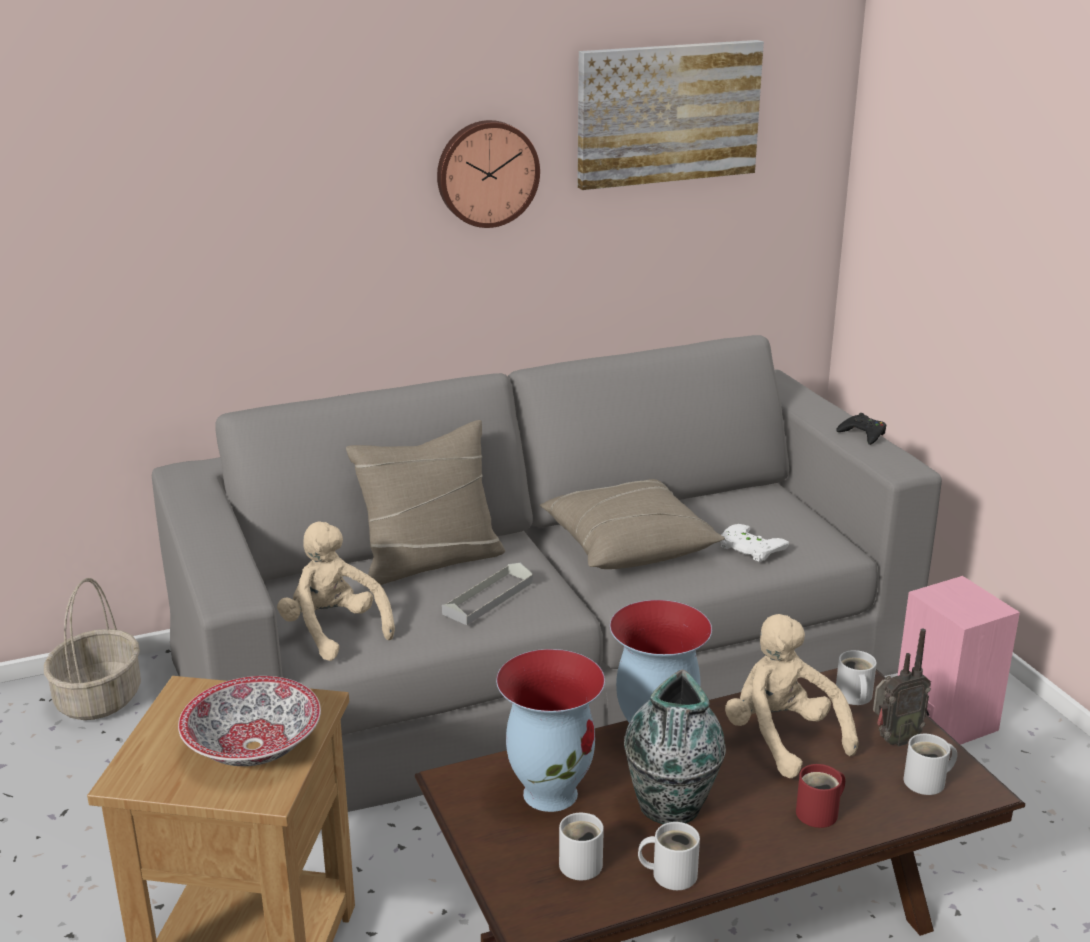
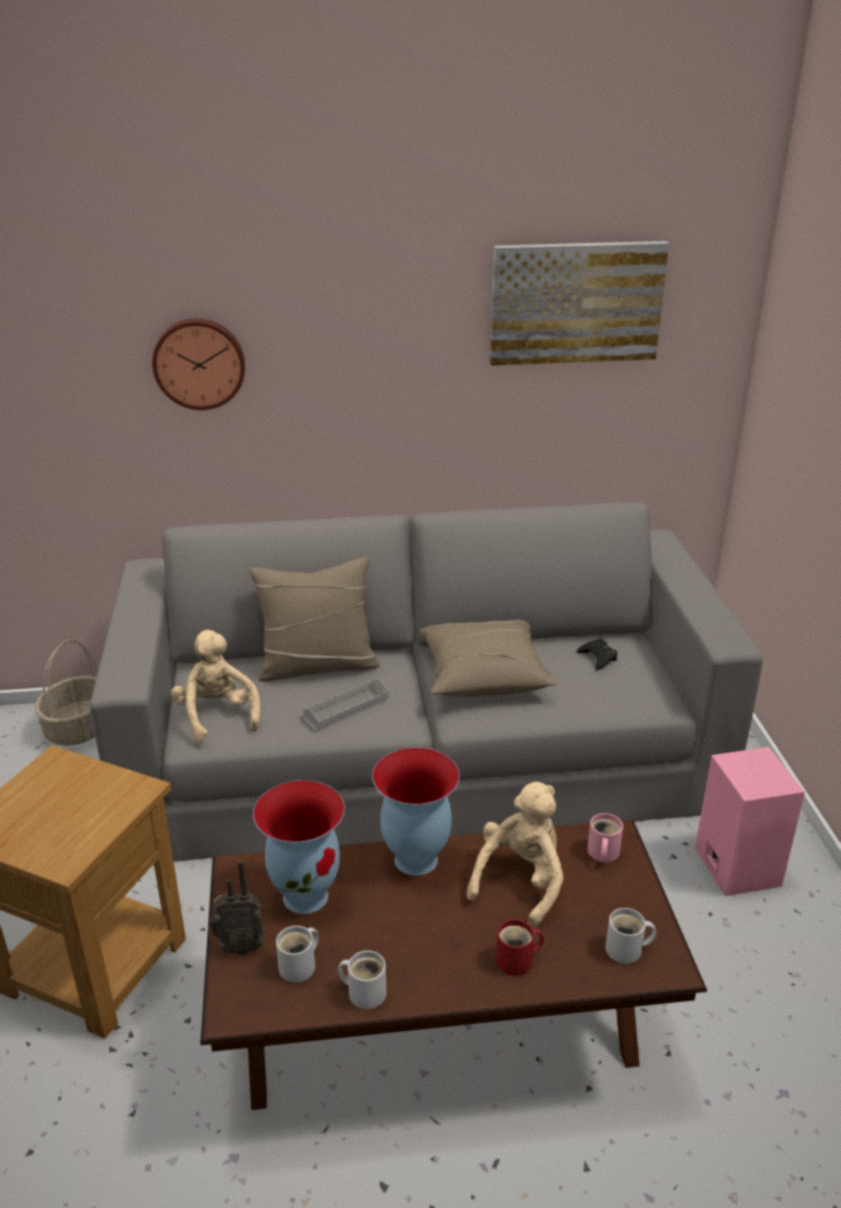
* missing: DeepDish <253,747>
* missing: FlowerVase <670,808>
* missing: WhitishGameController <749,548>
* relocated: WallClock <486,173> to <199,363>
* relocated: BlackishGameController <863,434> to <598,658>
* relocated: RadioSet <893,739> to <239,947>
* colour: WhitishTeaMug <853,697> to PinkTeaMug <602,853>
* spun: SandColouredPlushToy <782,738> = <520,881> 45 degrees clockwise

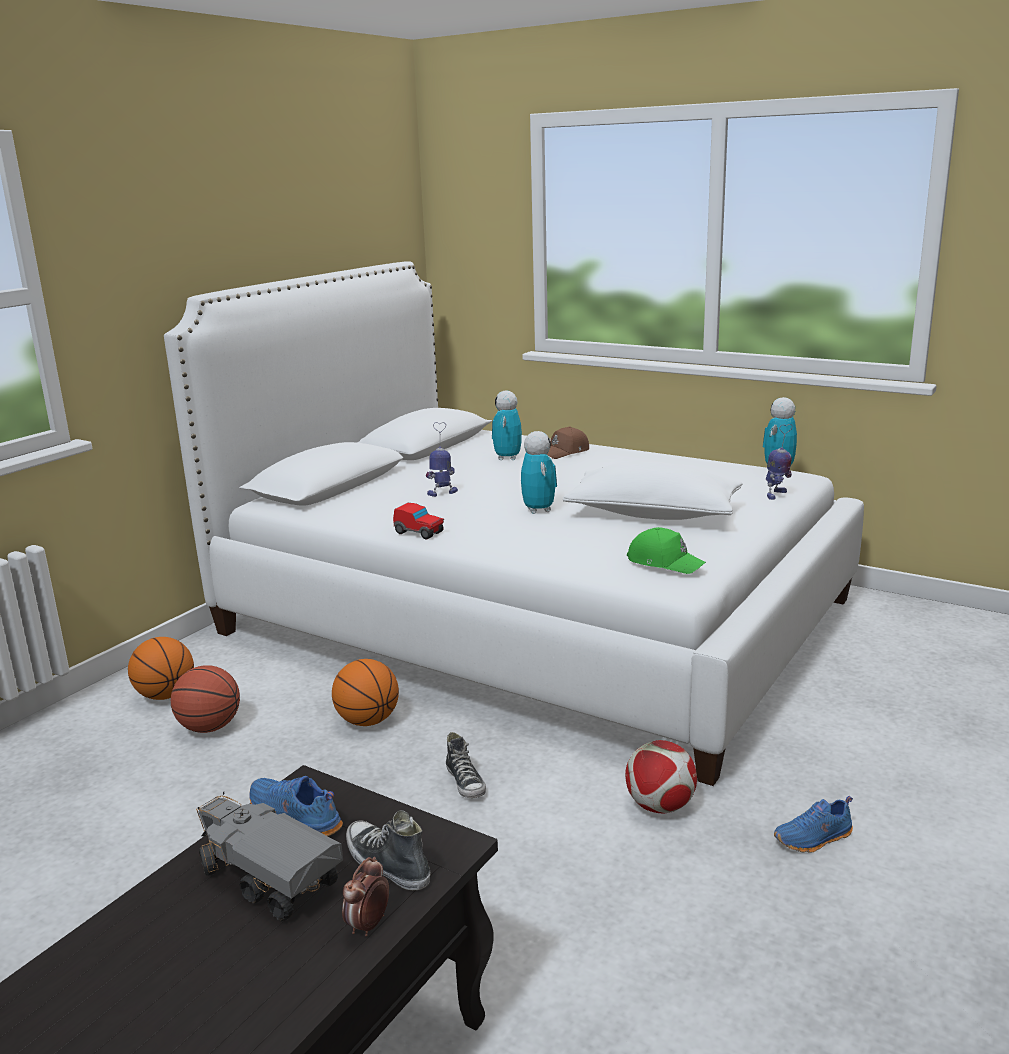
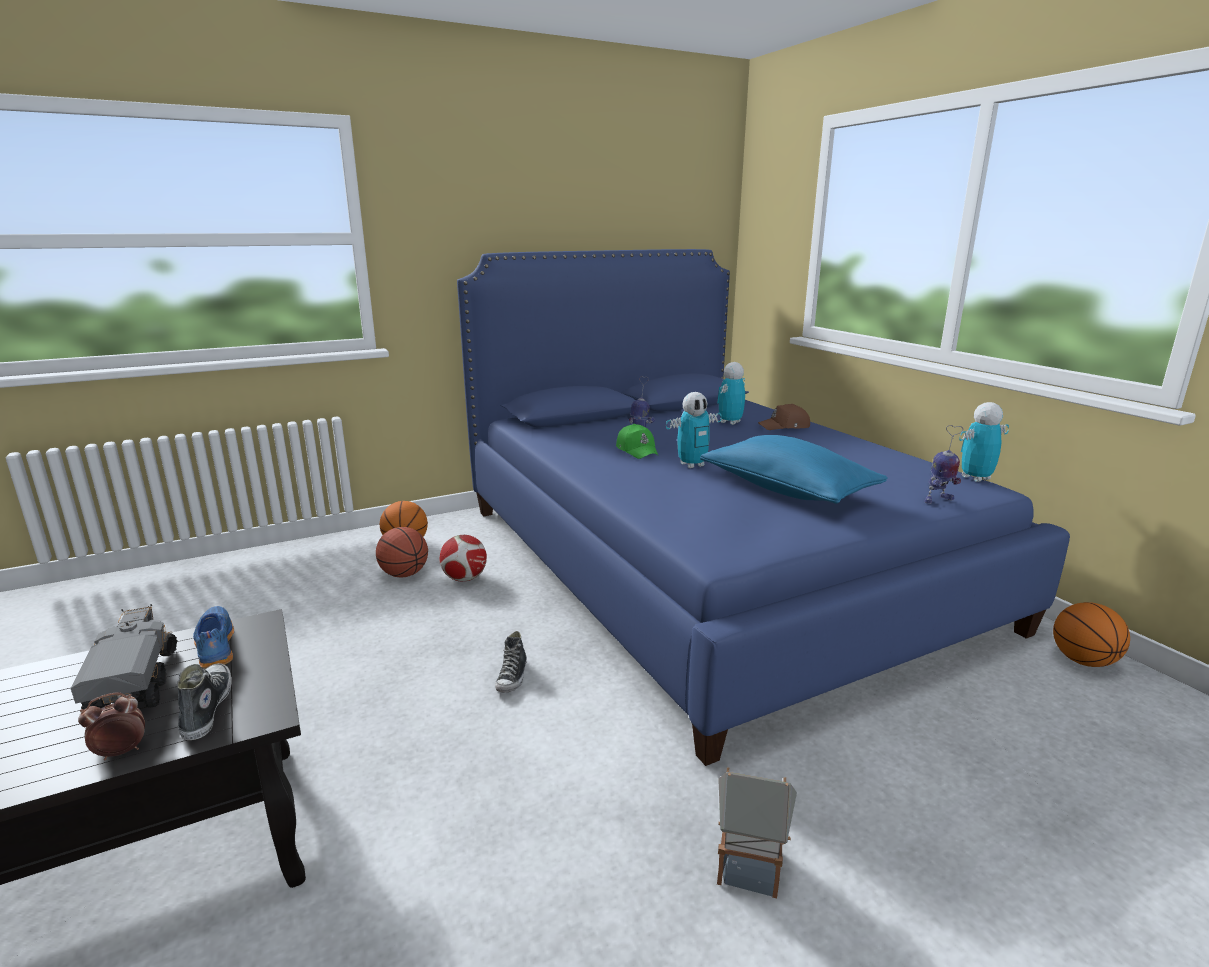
* missing: ModelCar <419,533>
* relocated: Basketball <368,721> to <1083,661>
* relocated: FootballBall <660,806> to <464,578>
* relocated: GreenColouredBaseballCap <664,562> to <637,450>
* exchanged: BluishShoe <814,839> to ToyHouse <750,866>
* colour: WhitishSleepingBed <532,616> to BluishSleepingBed <706,562>
* colour: WhitishCushion <653,515> to BluishCushion <787,490>
* spun: ModelRobot <538,510> = <692,465> 45 degrees clockwise

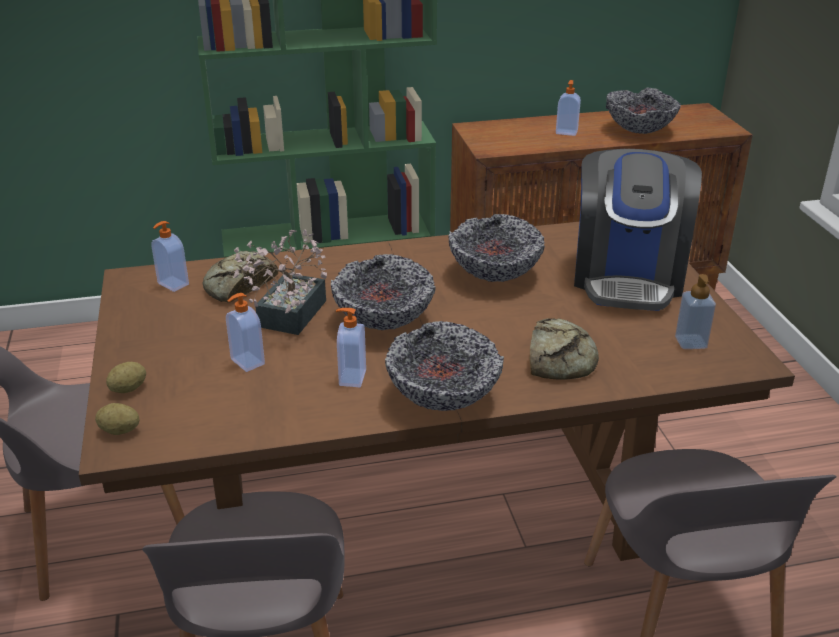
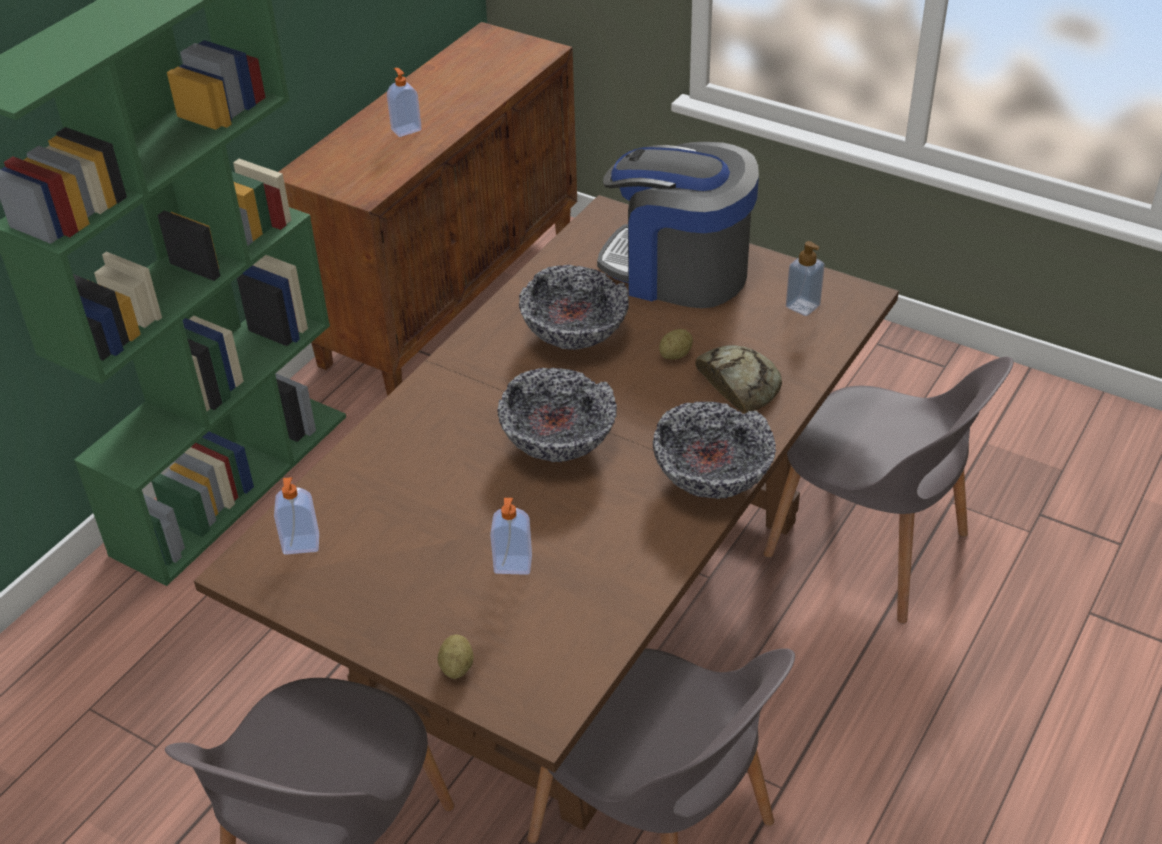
* missing: BakedBread <238,285>
* missing: Houseplant <287,318>
* missing: SoapDispenser <351,378>
* missing: DeepDish <640,130>
* relocated: Potato <120,431> to <675,355>
* spun: CoffeeMachine <628,277> = <678,271> 150 degrees clockwise

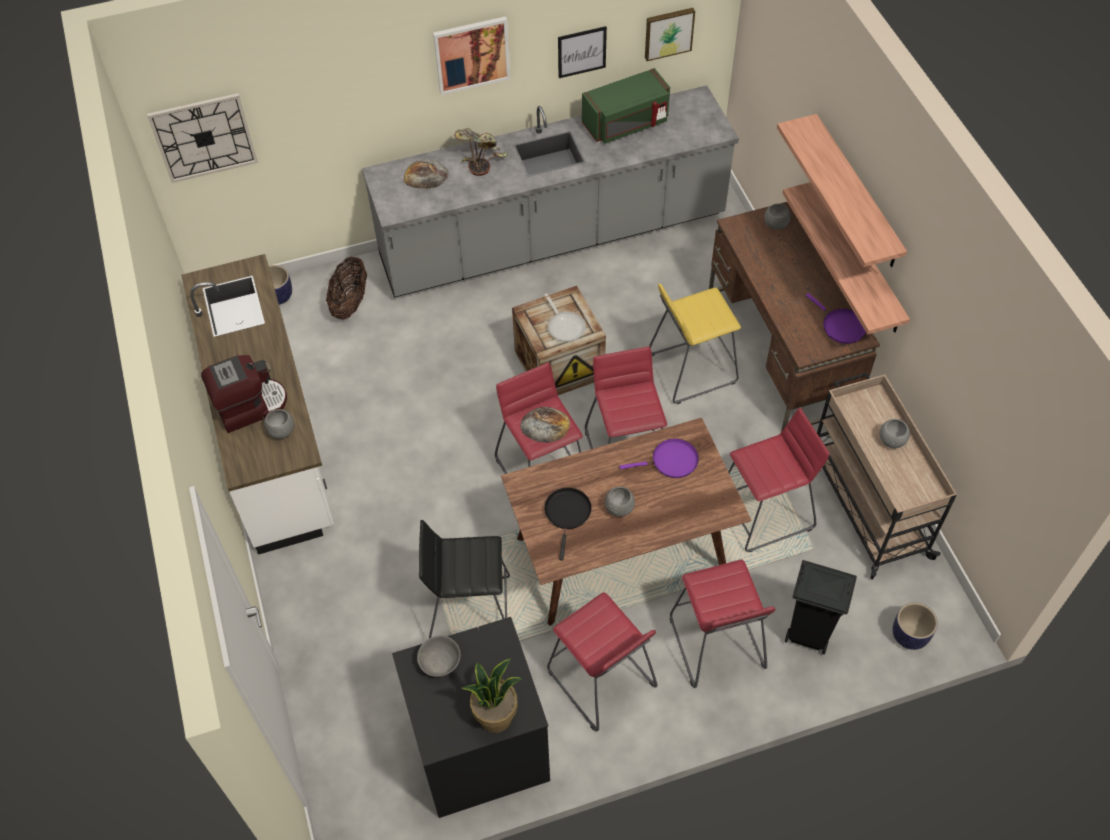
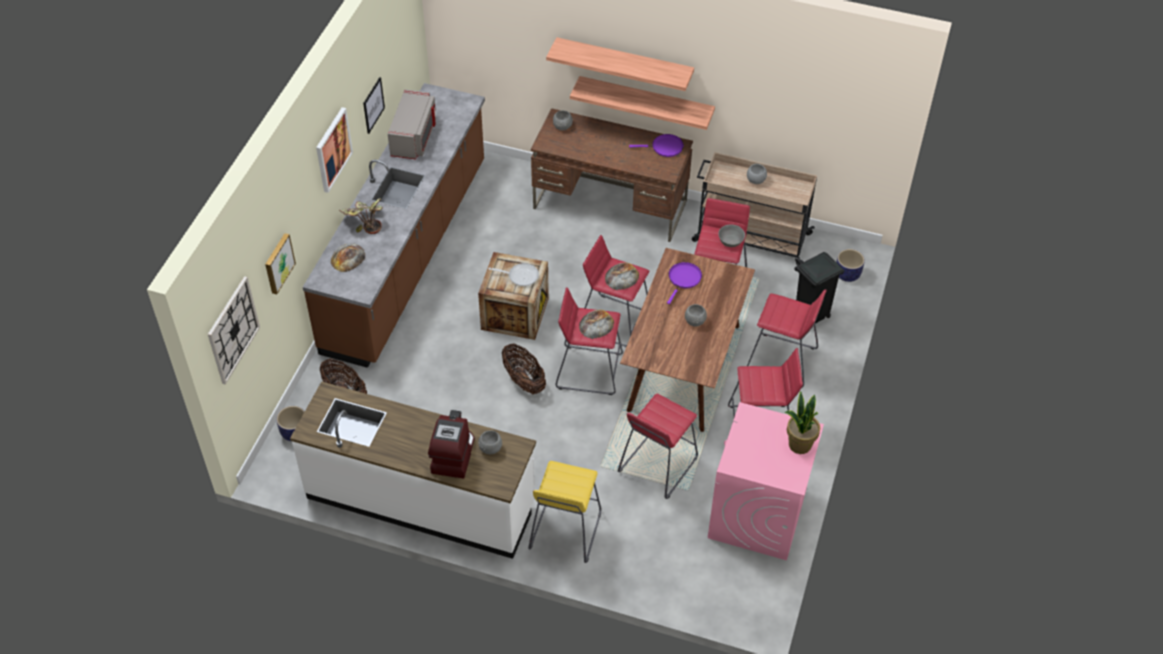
* missing: BlackishFryingPan <567,514>
* appeared: StorageBasket <524,380>
* appeared: BakedBread <622,276>
* relocated: GreyishDeepDish <440,662> to <730,241>
* relocated: WallPicture <668,32> to <278,263>
* relocated: YellowStoolSeat <691,369> to <565,531>
* colour: GreyishKitchenBaseUnit <553,238> to BrownishKitchenBaseUnit <407,255>
* colour: BlackishWashingMachine <478,749> to PinkWashingMachine <757,515>
* colour: BlackishStoolSeat <469,610> to RedStoolSeat <657,465>
* colour: GreenColouredKitchenMicrowave <626,124> to GreyishKitchenMicrowave <414,137>

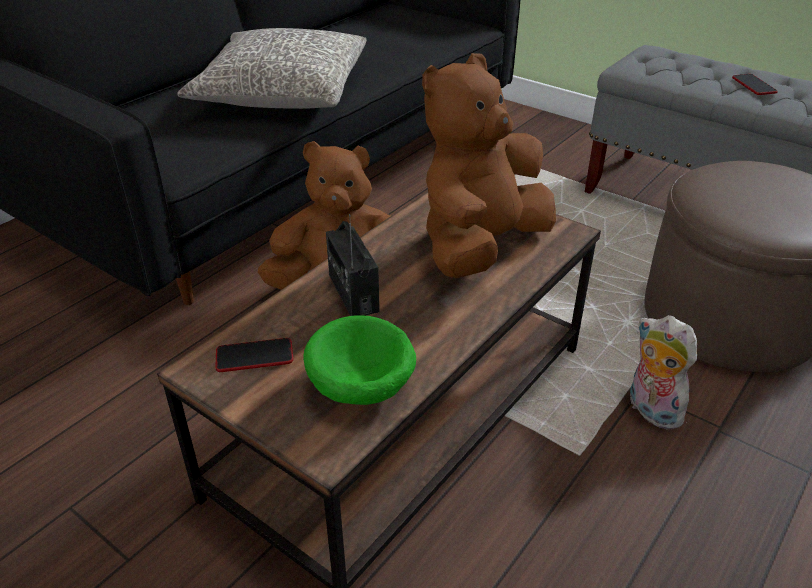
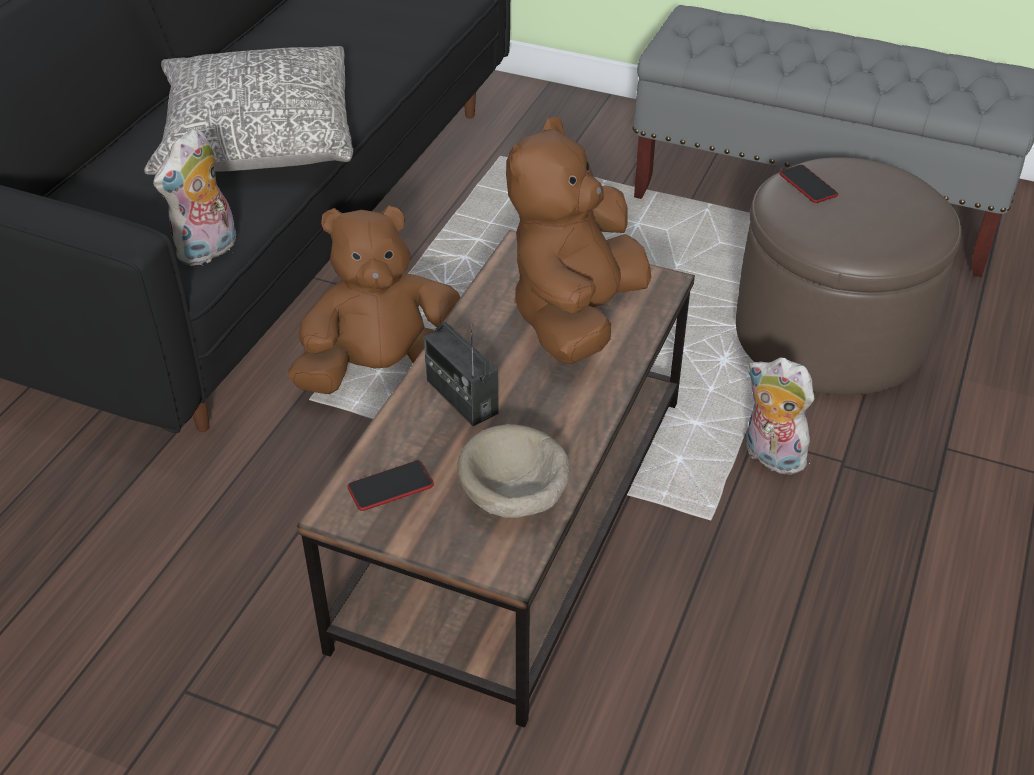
* appeared: PlushToy <208,251>
* relocated: Telephone <753,85> to <808,185>
* colour: GreenColouredDeepDish <360,389> to SandColouredDeepDish <513,499>

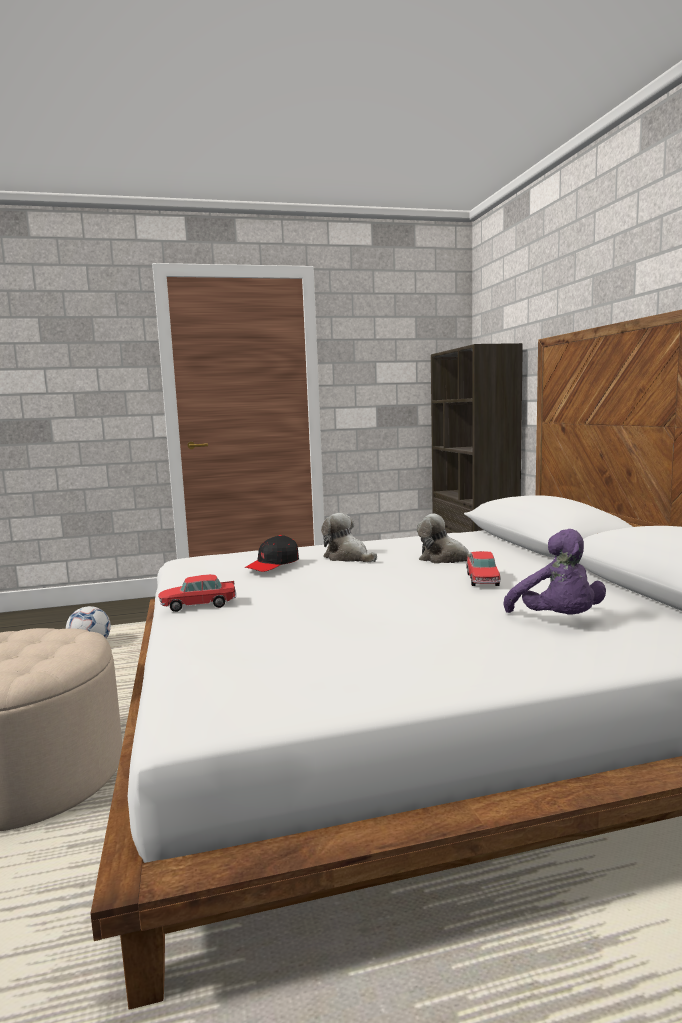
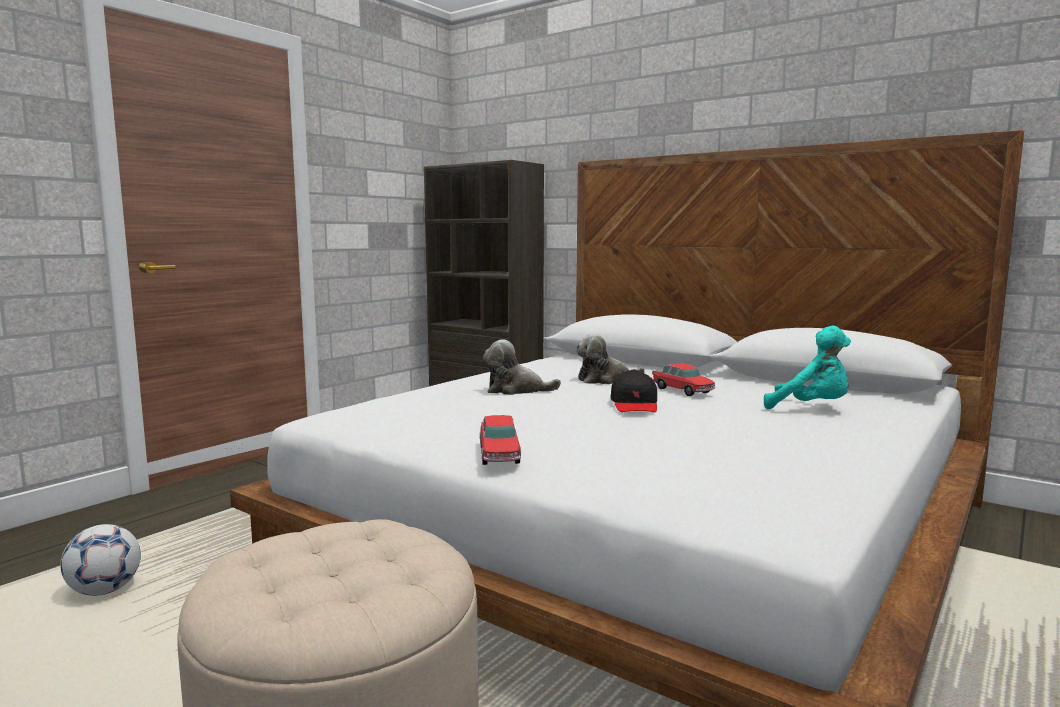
* relocated: BlackishBaseballCap <273,564> to <635,404>
* colour: PurpleColouredPlushToy <557,620> to BlueGreenPlushToy <811,408>
* spun: ModelCar <198,605> = <499,455> 45 degrees counterclockwise

